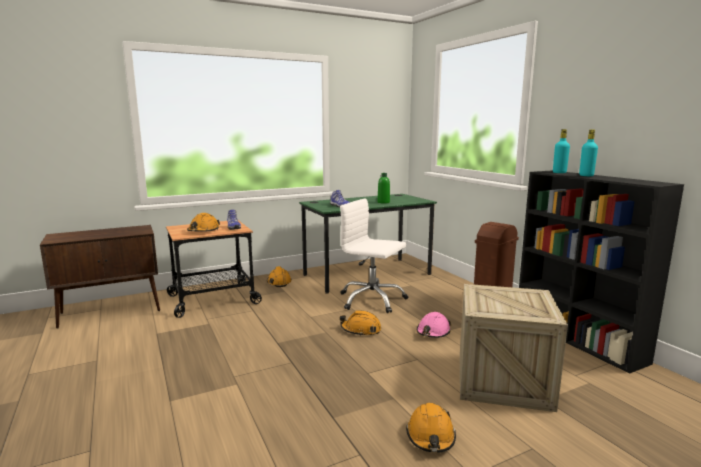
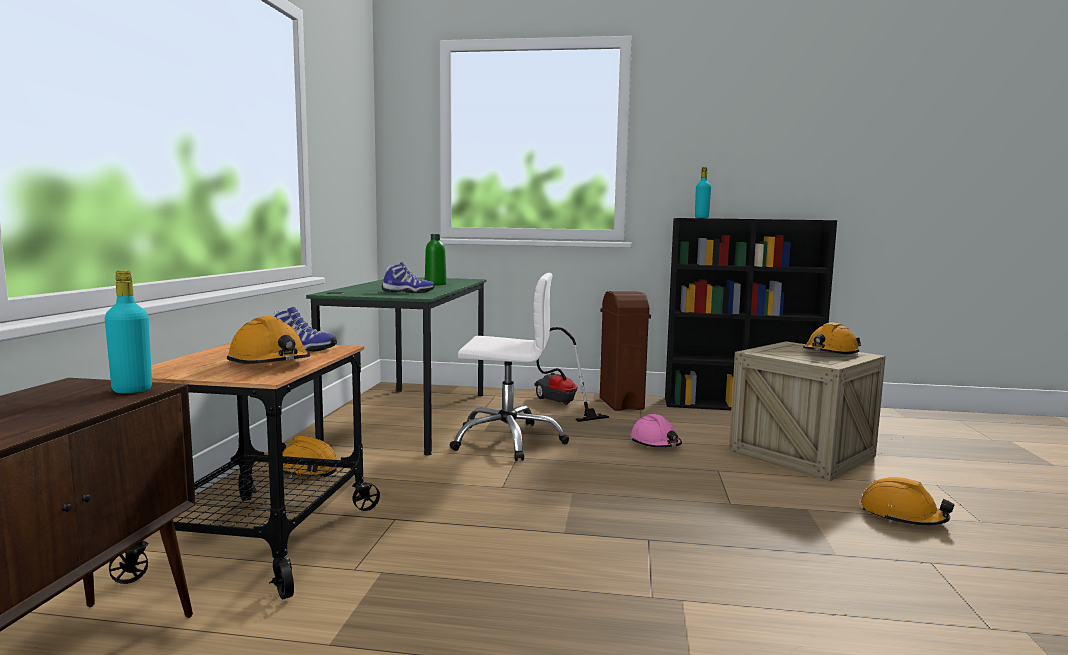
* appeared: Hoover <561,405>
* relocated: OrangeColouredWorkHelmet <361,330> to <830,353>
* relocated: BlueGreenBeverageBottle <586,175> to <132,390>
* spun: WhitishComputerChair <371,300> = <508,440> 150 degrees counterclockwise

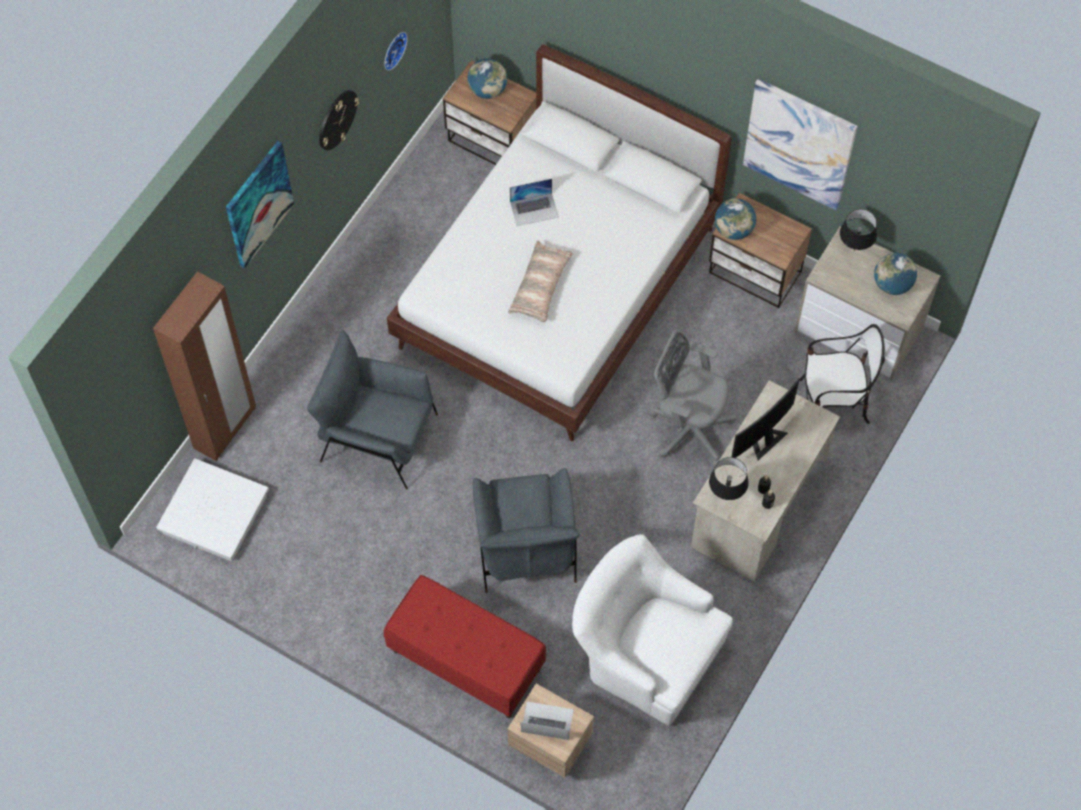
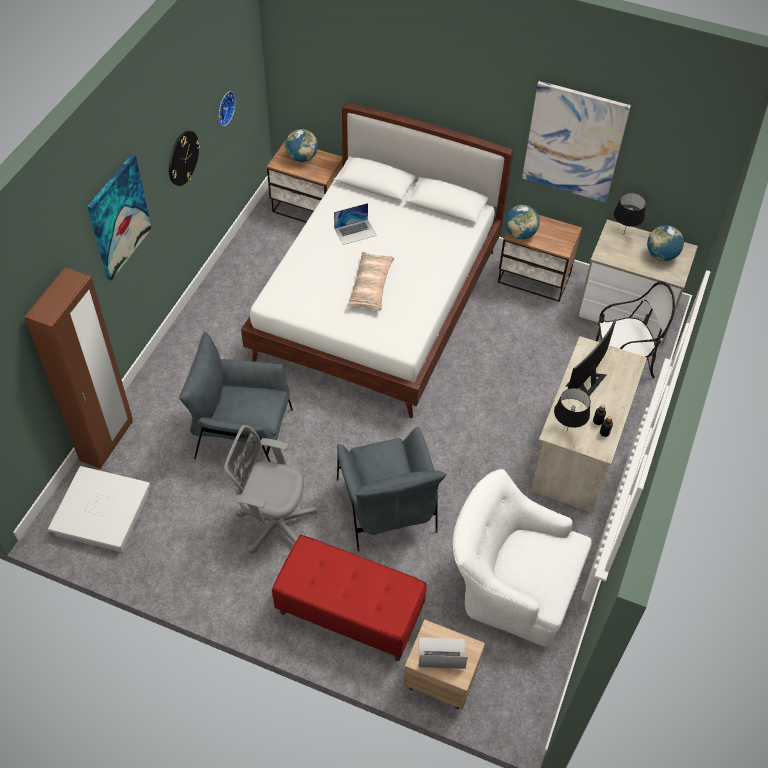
* relocated: GreyishComputerChair <687,428> to <273,523>

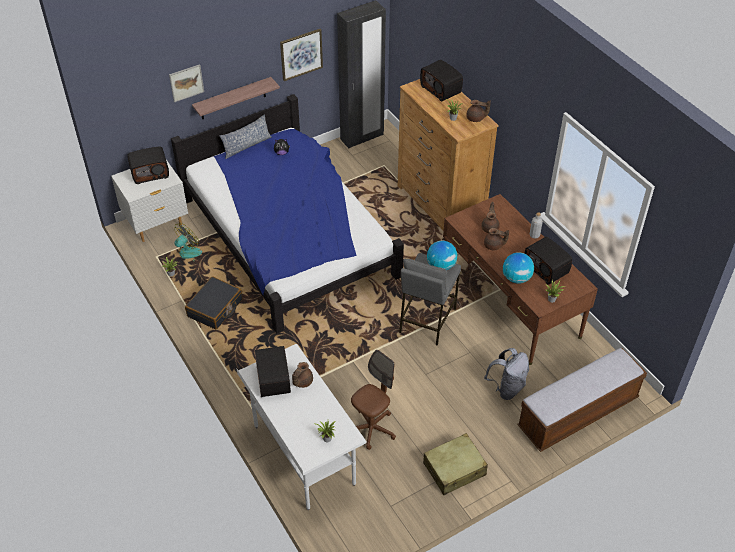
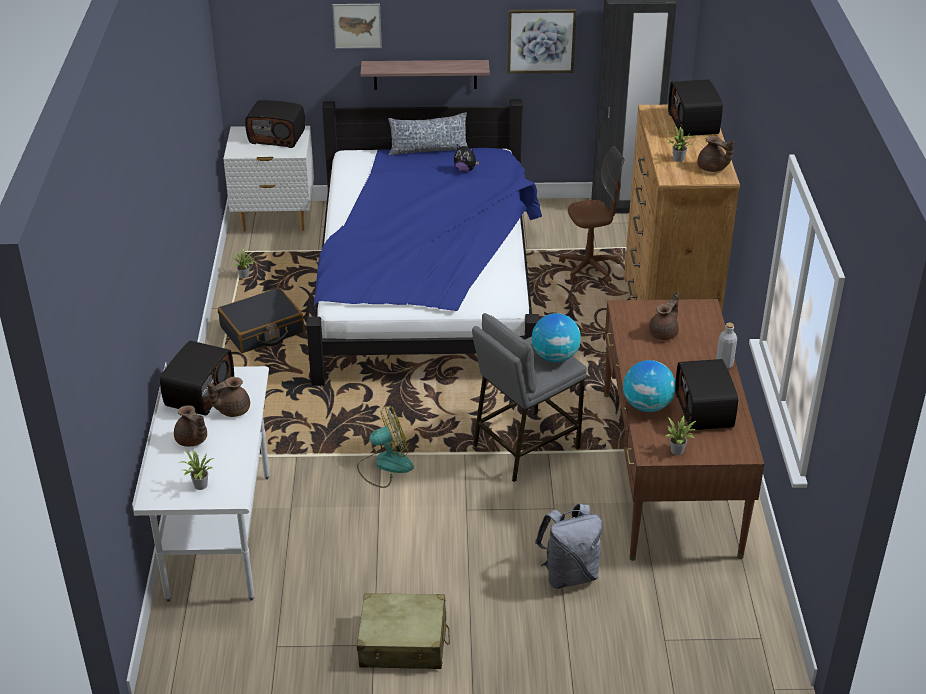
* missing: LongSeat <577,413>
* relocated: Fan <186,256> to <385,465>
* relocated: BrownishComputerChair <372,429> to <590,268>
* relocated: BrownishPotForTea <494,246> to <192,440>

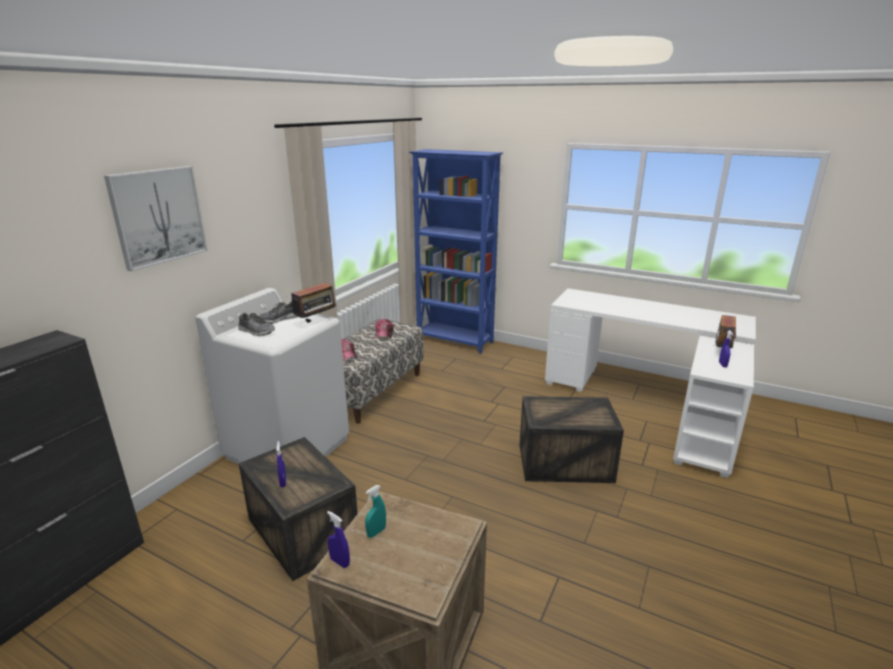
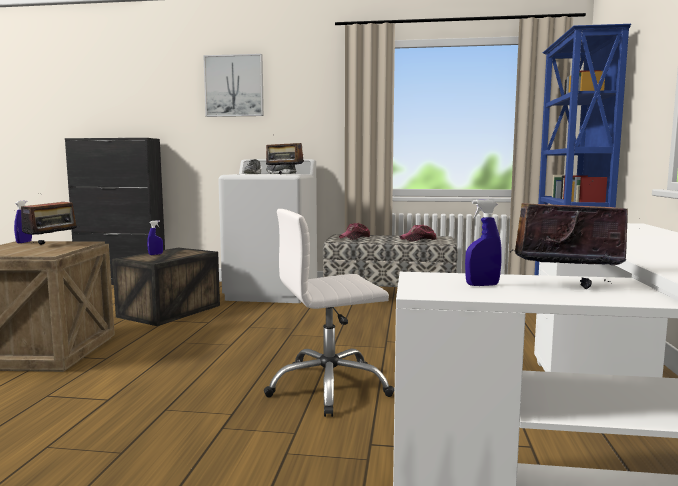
* exchanged: BlueGreenSprayBottle <376,532> to RadioSet <52,244>
* exchanged: ShippingCrate <563,463> to WhitishComputerChair <329,388>

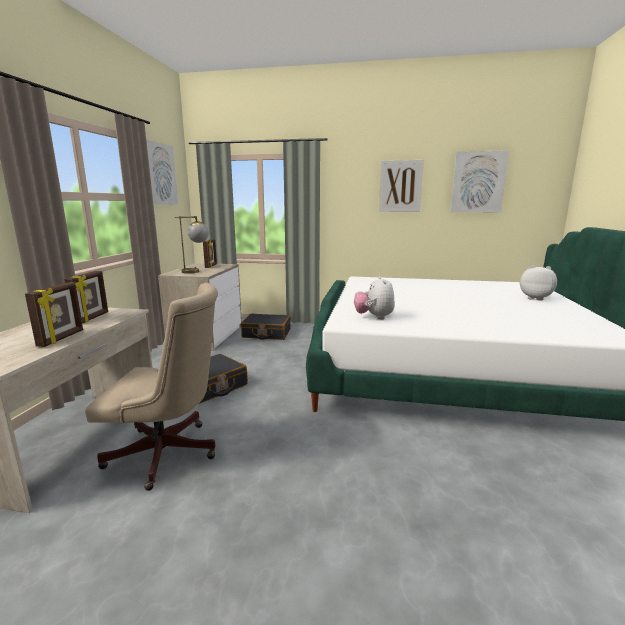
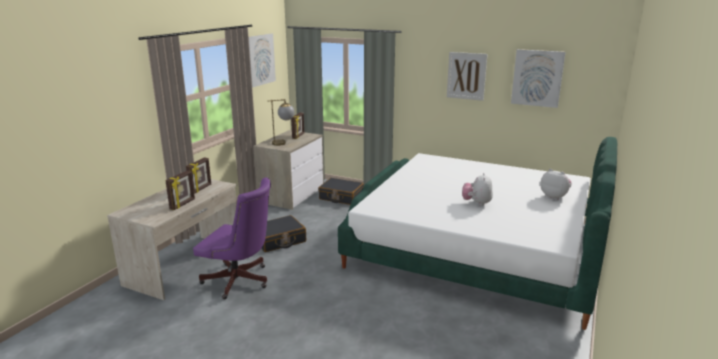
* relocated: PlushToy <374,317> to <476,203>
* colour: SandColouredComputerChair <169,454> to PurpleColouredComputerChair <240,281>

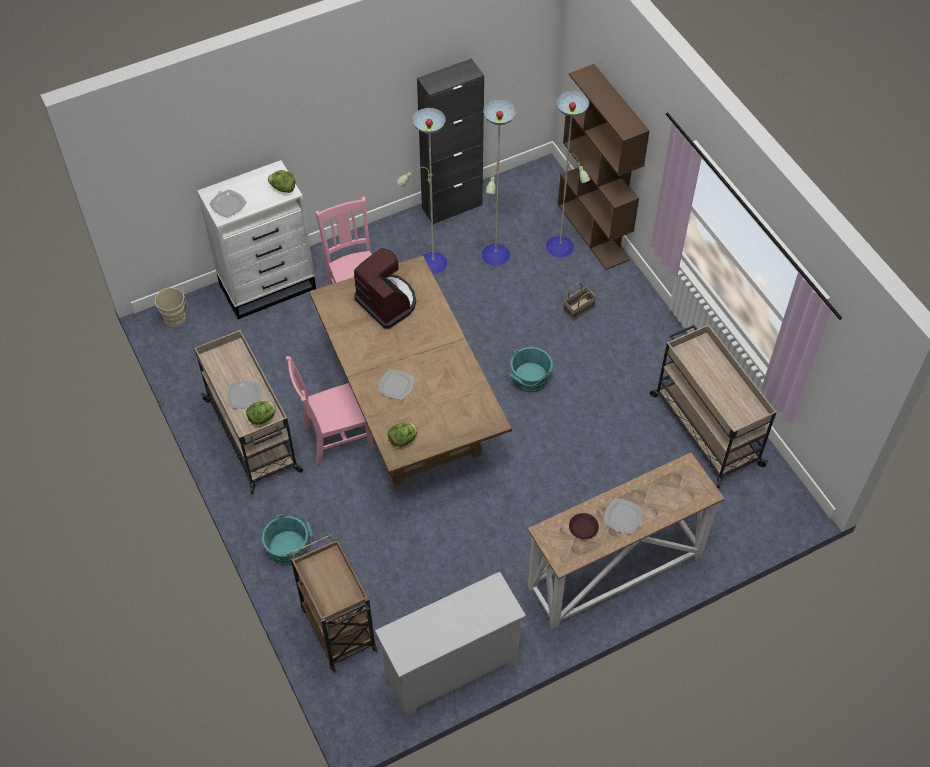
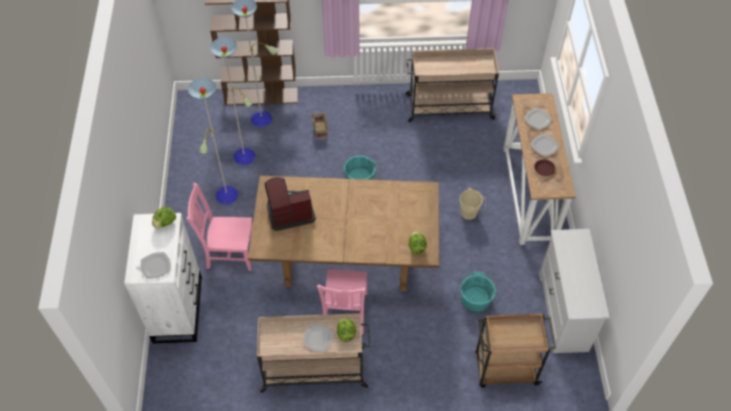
* missing: BlackishCupboard <452,206>
* relocated: SandColouredWaterBucket <175,319> to <470,212>
* relocated: BlueGreenWaterBucket <290,547> to <476,297>
* relocated: FlatDish <395,385> to <538,120>

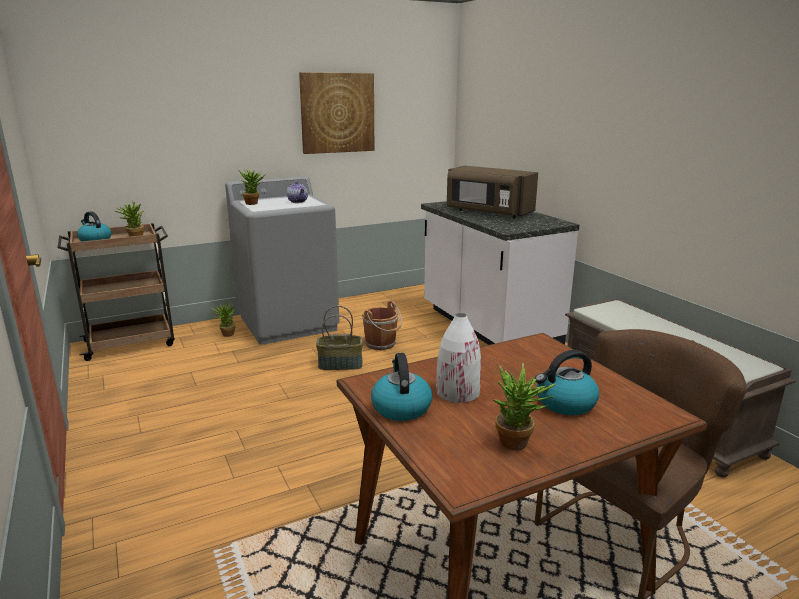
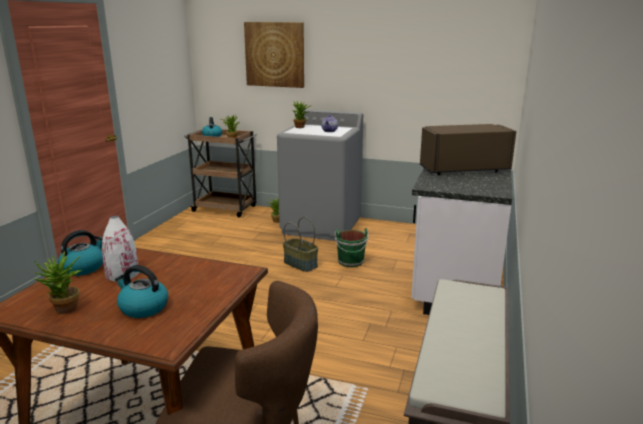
* relocated: WallPicture <337,113> to <275,54>
* colour: BrownishWaterBucket <382,344> to GreenColouredWaterBucket <351,262>
* spun: BrownishKitchenMicrowave <488,212> = <462,169> 90 degrees clockwise

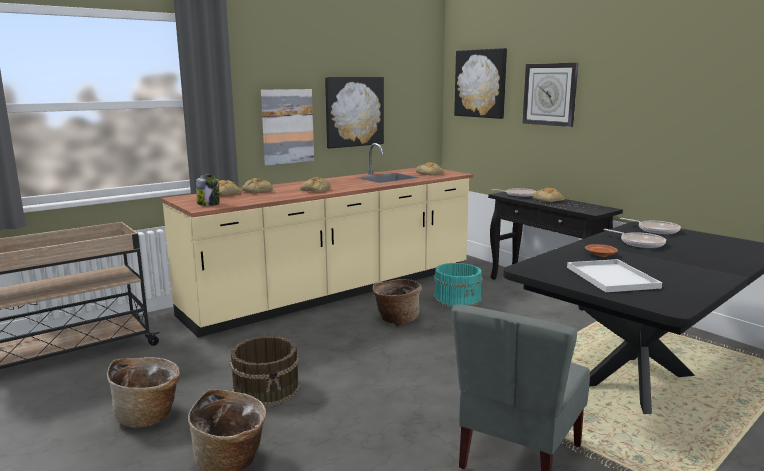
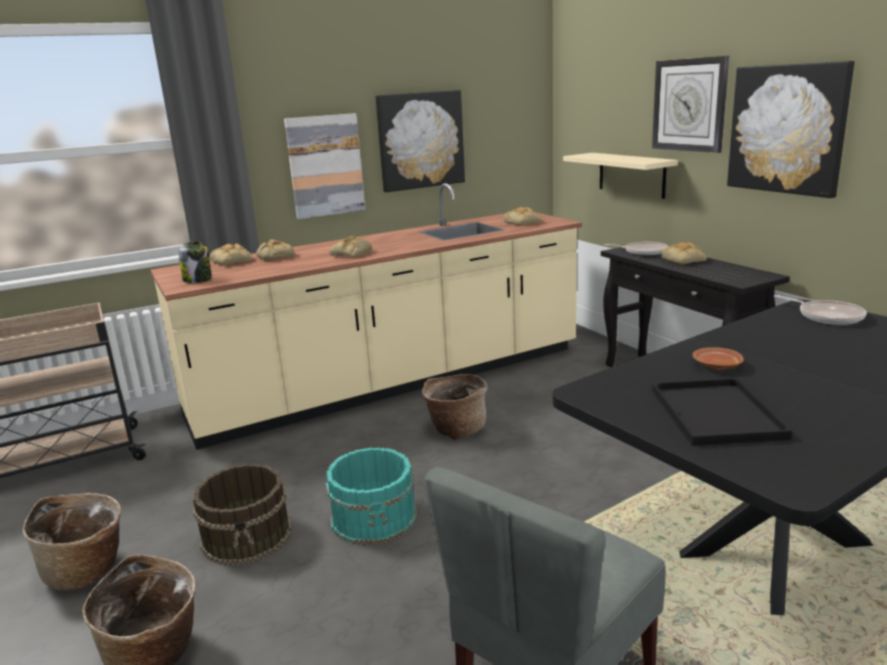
* missing: FryingPan <639,243>
* appeared: SandColouredWallShelf <631,174>
* relocated: BlueGreenWaterBucket <458,298> to <375,517>
* relocated: WallPicture <480,83> to <787,129>
* colour: WhitishCarryingTray <610,277> to BlackishCarryingTray <713,412>

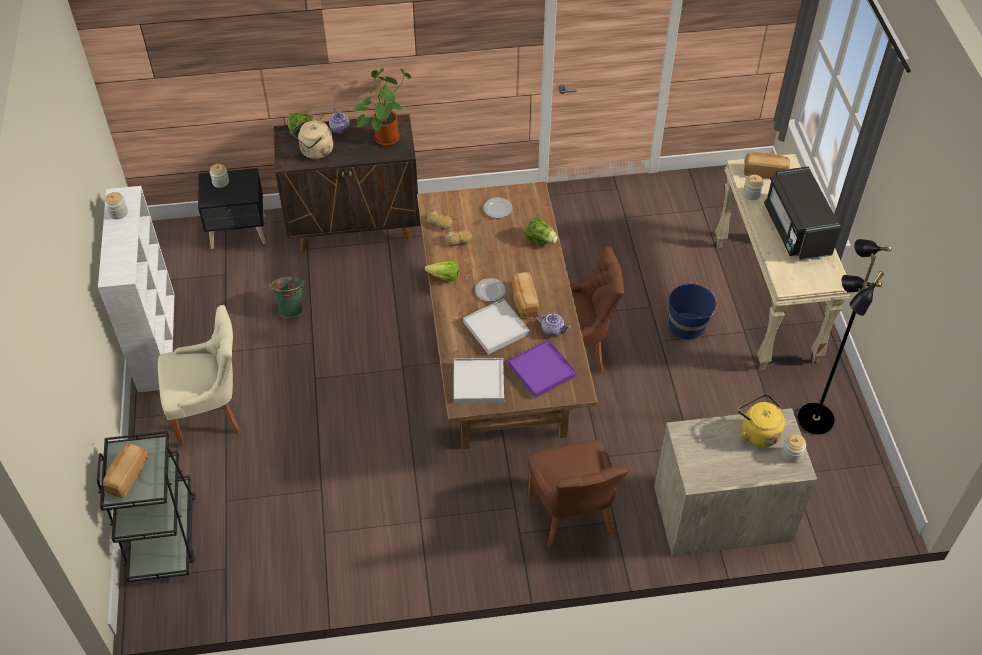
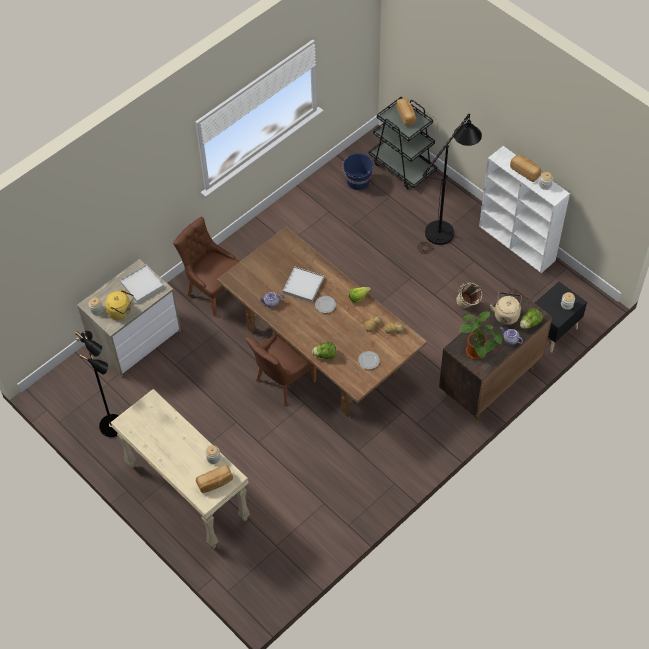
* missing: PurpleColouredCarryingTray <541,370>
* missing: BlackishKitchenMicrowave <796,229>
* relocated: WhitishCarryingTray <478,382> to <142,285>
* relocated: BakedBread <524,301> to <525,172>
* relocated: BluishWaterBucket <688,325> to <358,181>
* exchanged: SandColouredUprightChair <211,412> to BlackishStandardLamp <444,228>
* colour: GreenColouredWaterBucket <291,308> to SandColouredWaterBucket <467,306>

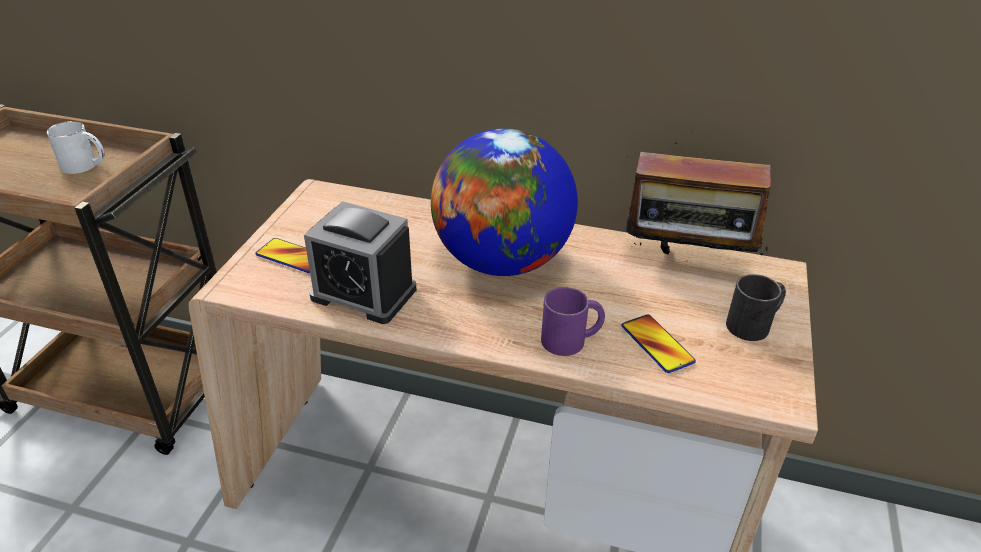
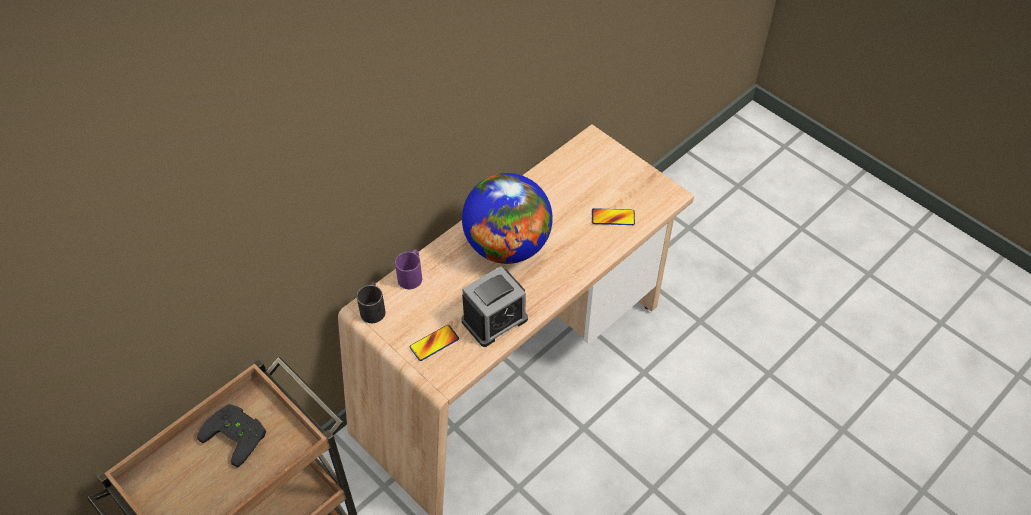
* missing: RadioSet <686,262>
* relocated: PurpleColouredTeaMug <571,339> to <412,275>
* relocated: BlackishTeaMug <754,324> to <373,308>
* exchanged: WhitishTeaMug <85,165> to BlackishGameController <238,434>

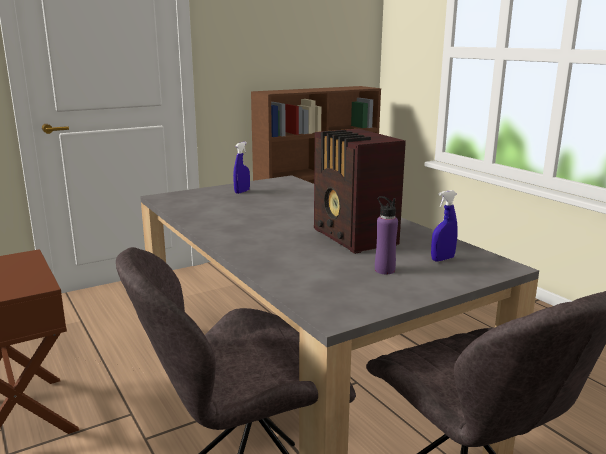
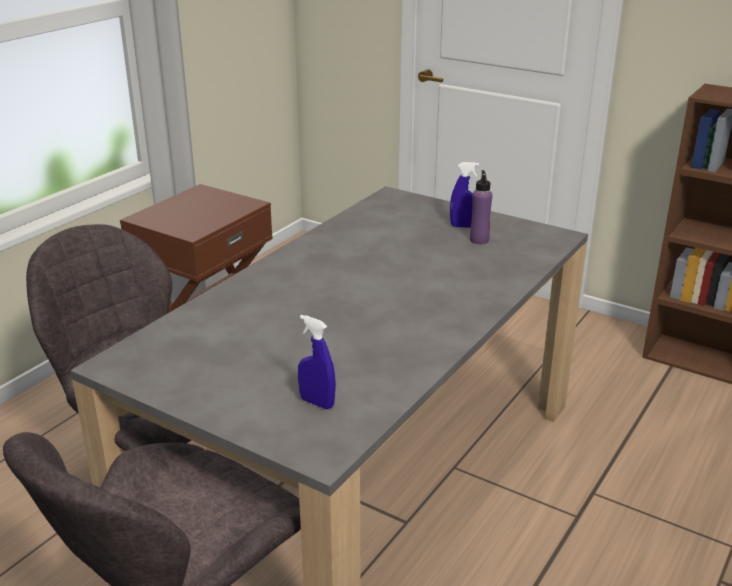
* missing: RadioSet <354,238>
* relocated: PurpleColouredBeverageBottle <384,270> to <479,240>

